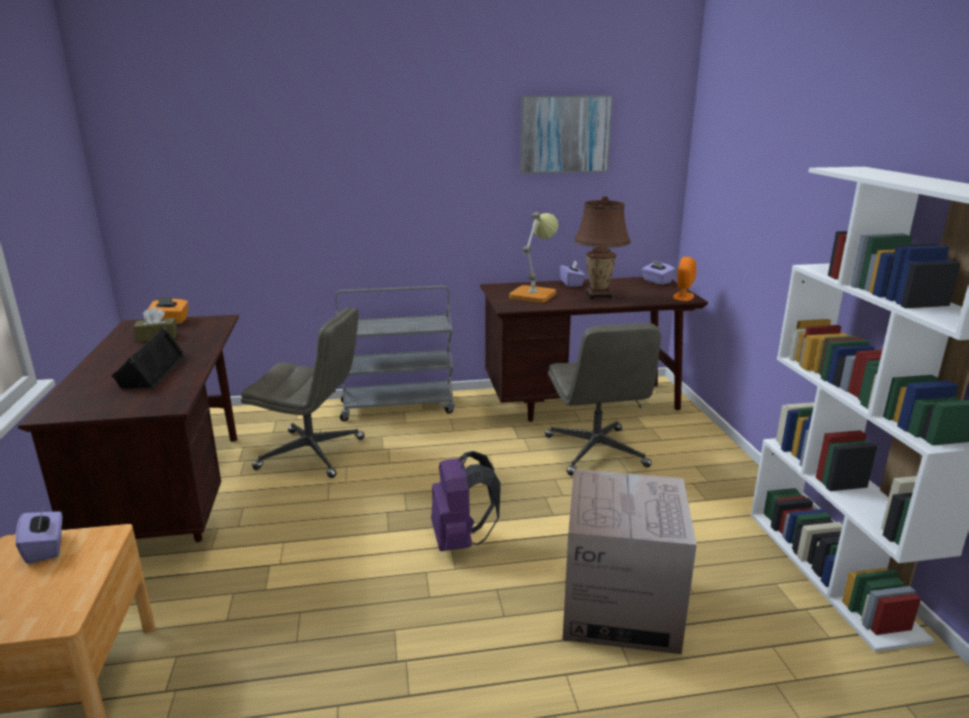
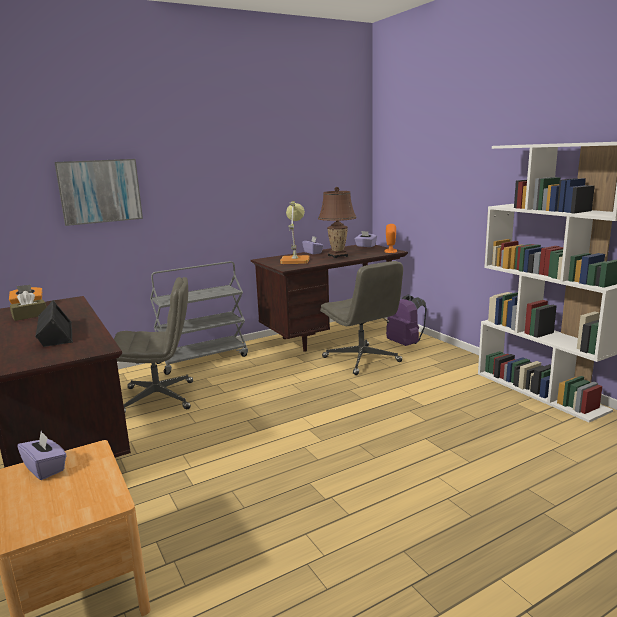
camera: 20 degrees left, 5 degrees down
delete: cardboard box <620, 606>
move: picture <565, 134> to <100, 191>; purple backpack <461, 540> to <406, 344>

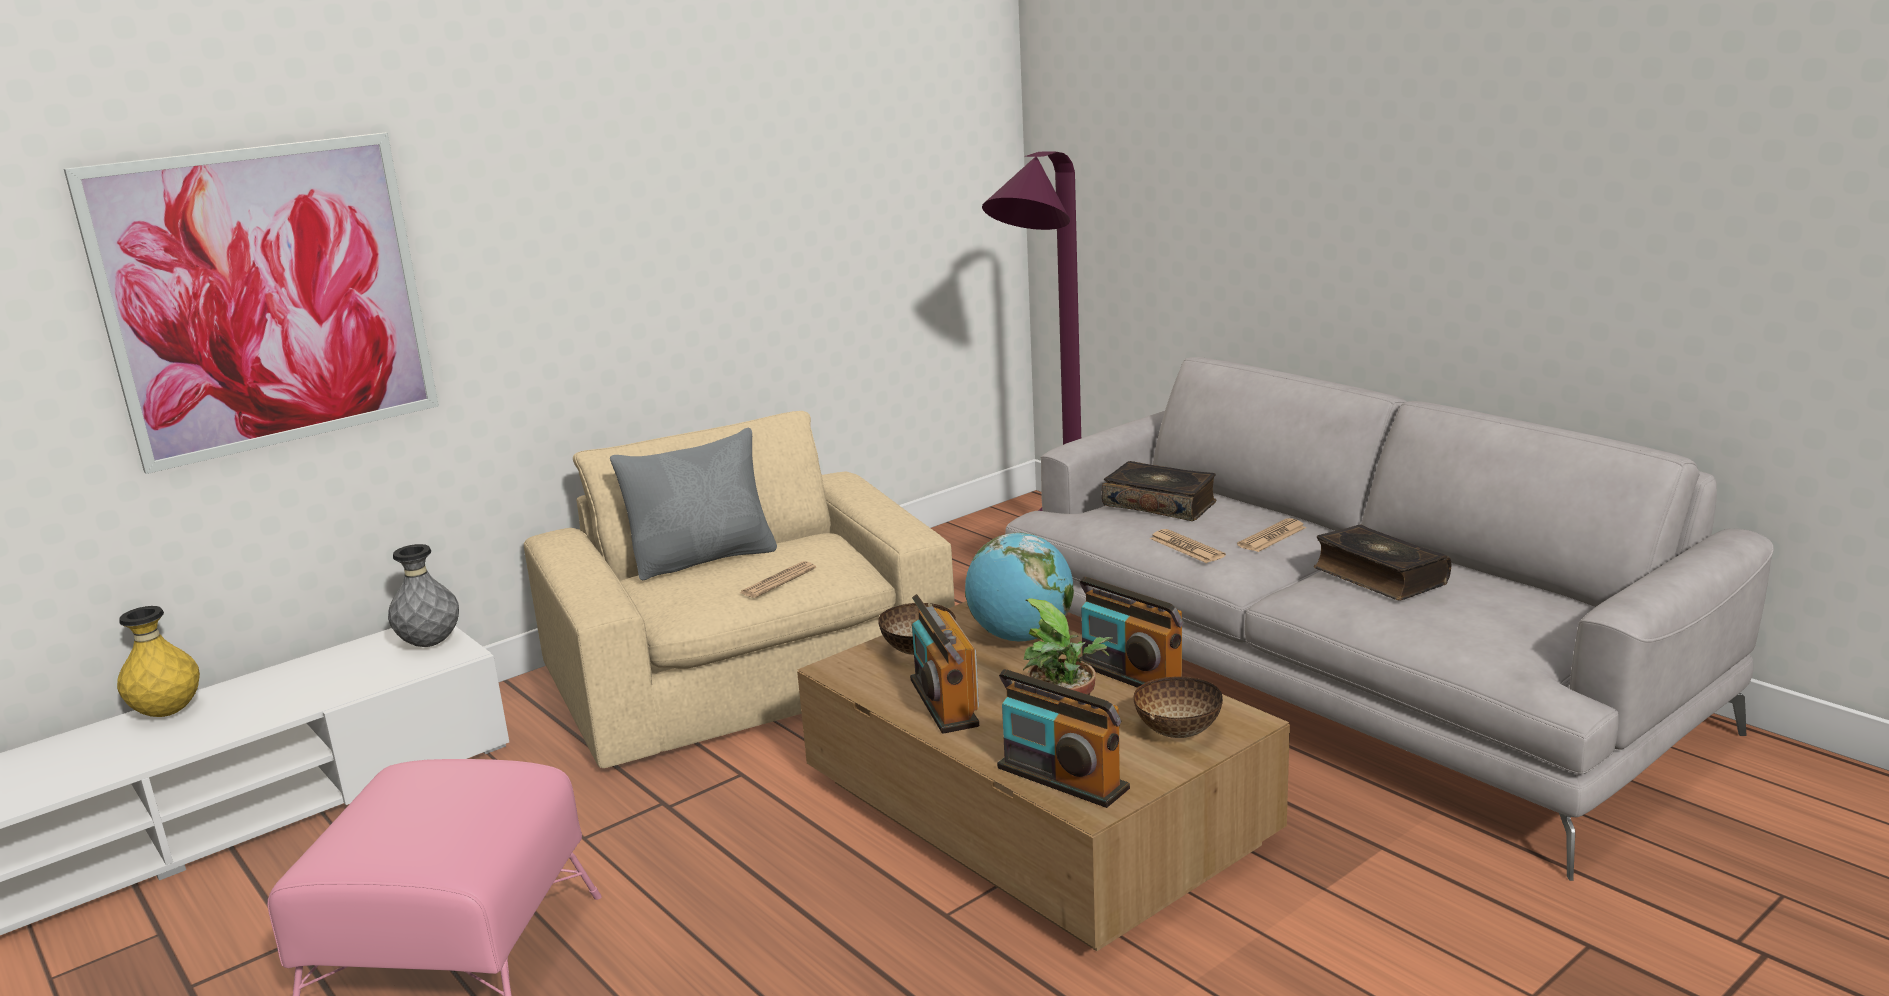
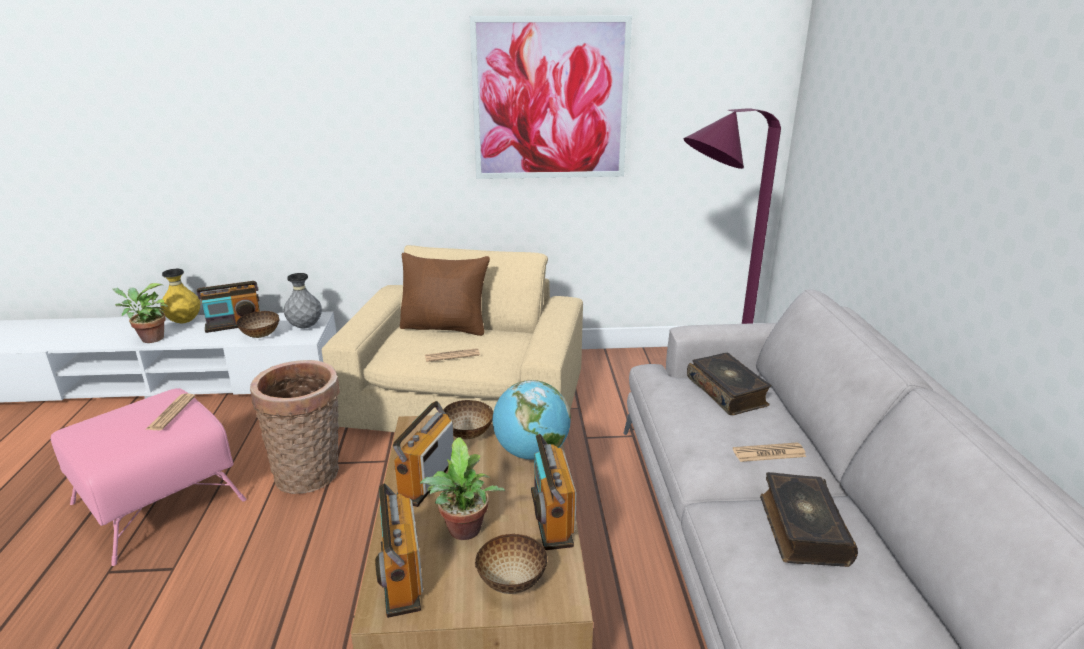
camera: 35 degrees right, 5 degrees up
insert: radio <235, 325>; potted plant <149, 339>; bowl <260, 336>; basket <311, 475>
move: picture <267, 298> to <550, 100>; newspaper <1186, 547> to <171, 413>
recolor: grey pillow <704, 559> to brown pillow <445, 327>

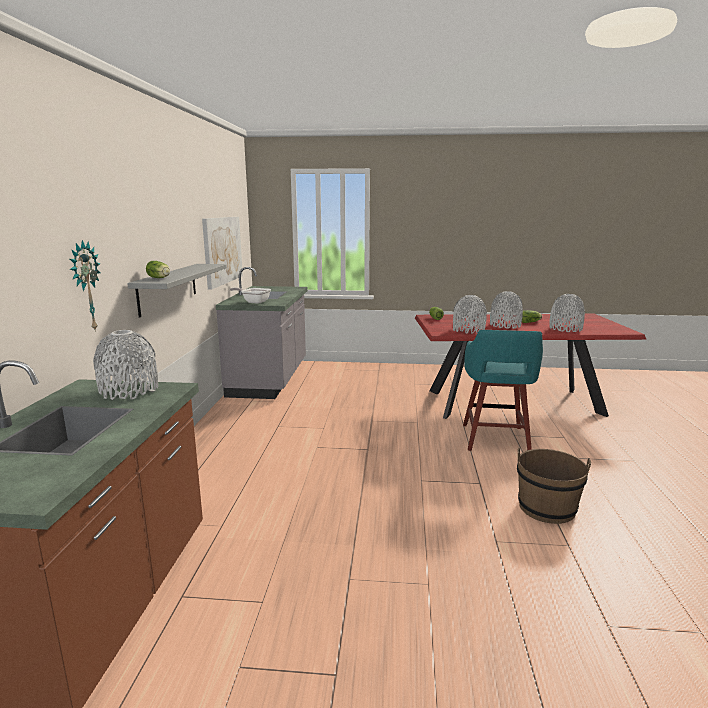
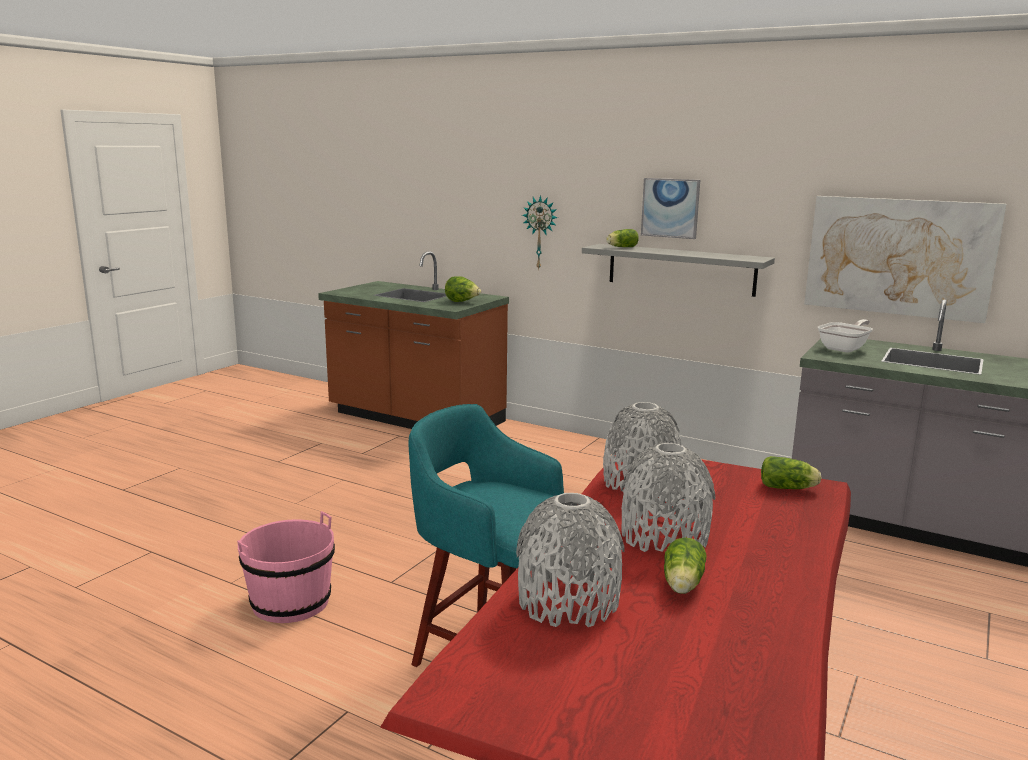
camera: 115 degrees right, 0 degrees up
insert: picture <670, 208>
replace: grey vase <129, 391> to lettuce <462, 302>
recolor: brown bucket <546, 508> to pink bucket <291, 603>

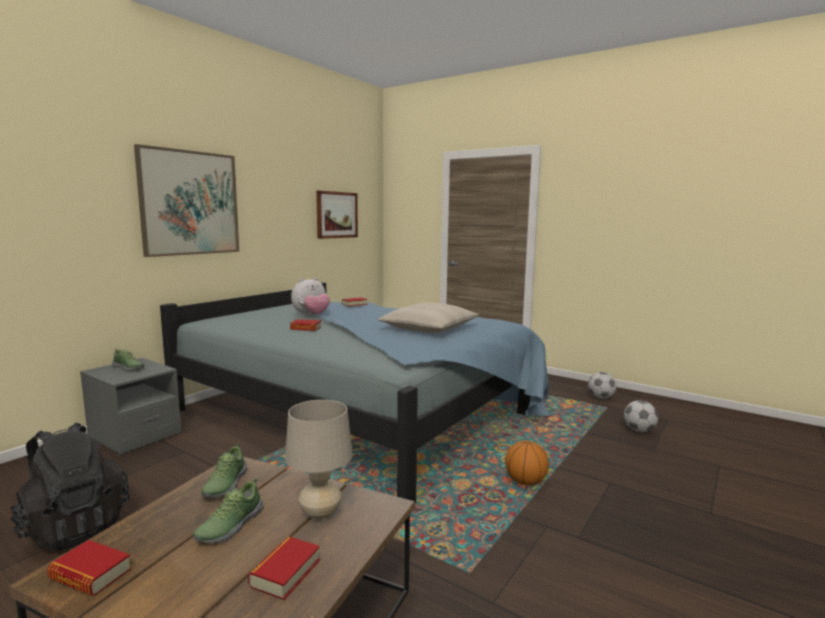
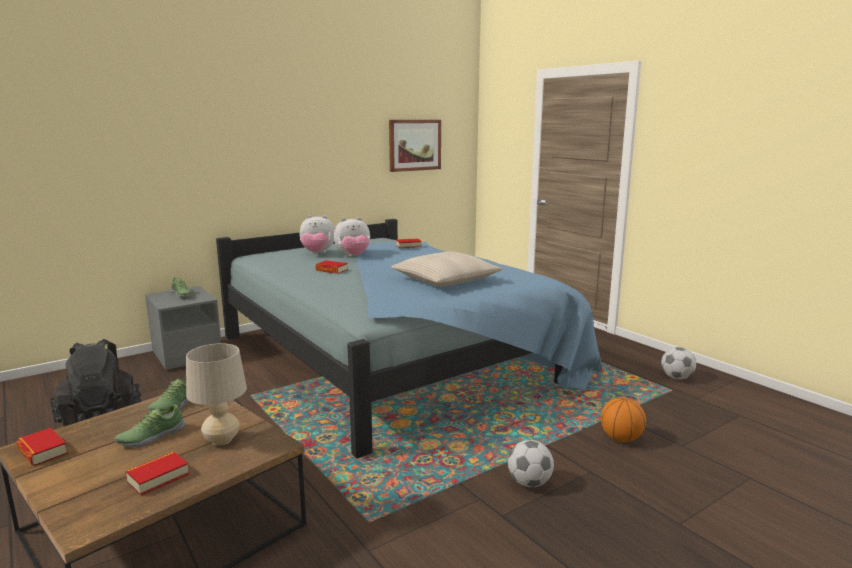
camera: 20 degrees right, 5 degrees up
delete: picture <190, 203>
insert: plush toy <317, 253>
move: football <639, 430> to <529, 483>; basketball <525, 482> to <620, 438>

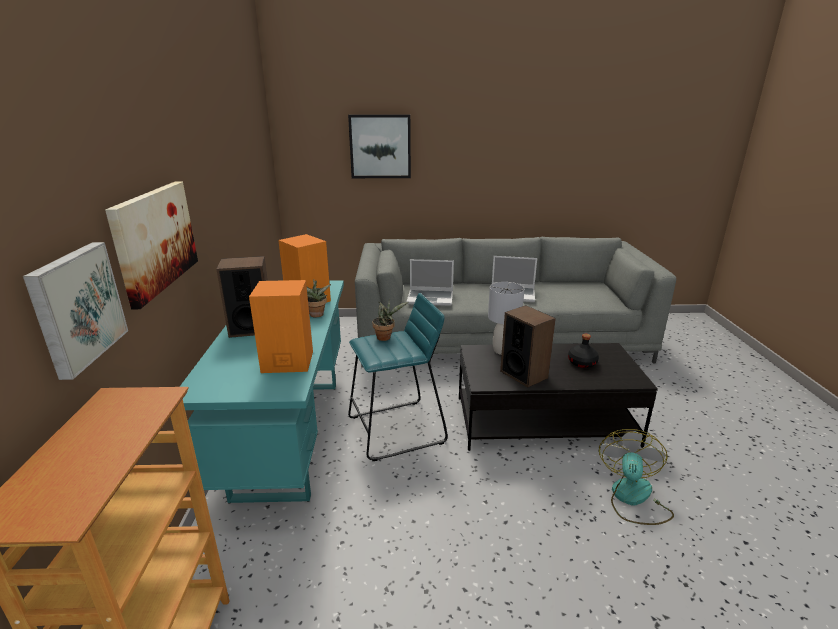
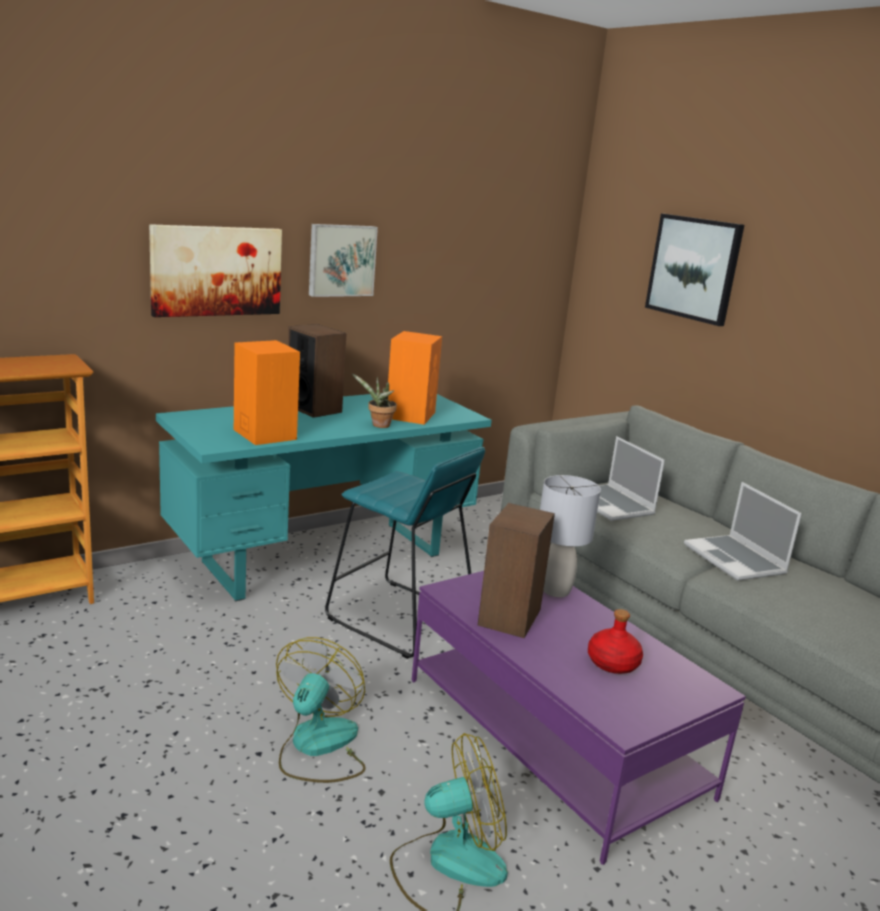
camera: 55 degrees right, 5 degrees down
delete: potted plant <386, 337>
insert: fan <318, 747>
move: picture <76, 307> to <341, 260>
recolor: black bottle <582, 363> to red bottle <613, 663>; black coffee table <544, 421> to purple coffee table <554, 736>

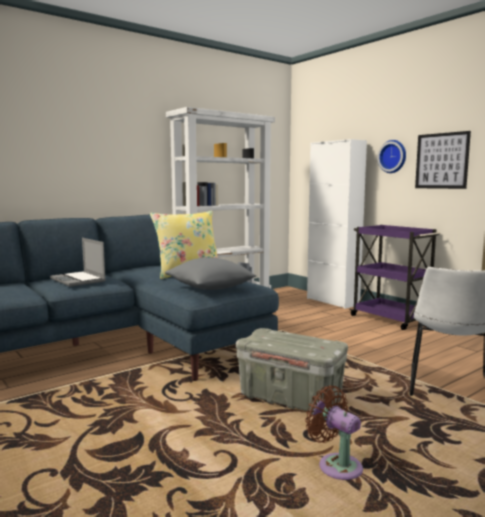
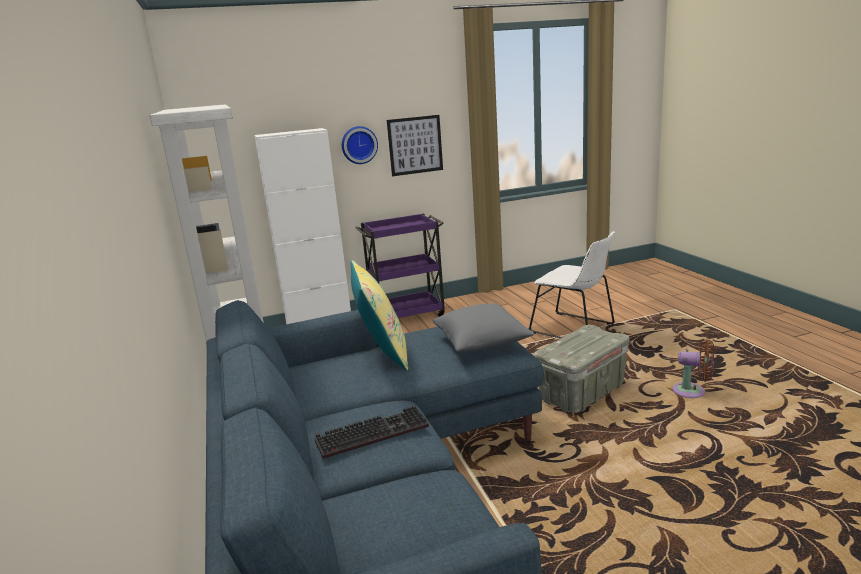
camera: 70 degrees left, 10 degrees up
replace: laptop <79, 280> to keyboard <373, 432>
rotate: brown fan <336, 465> = <692, 392> 135 degrees counterclockwise

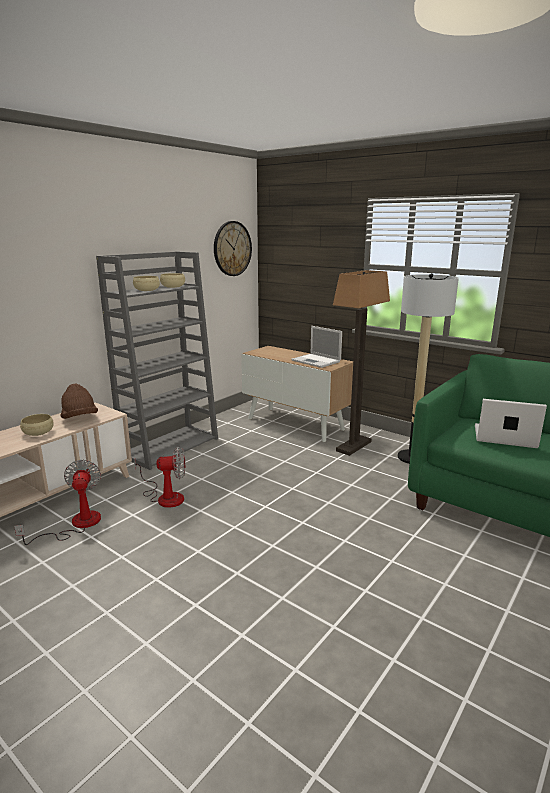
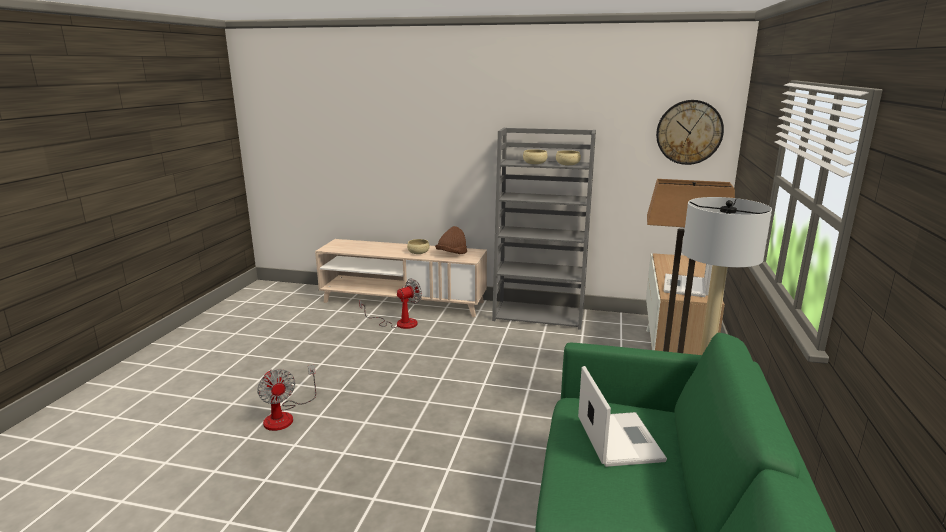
camera: 65 degrees right, 0 degrees up
move: fan <165, 497> to <285, 416>

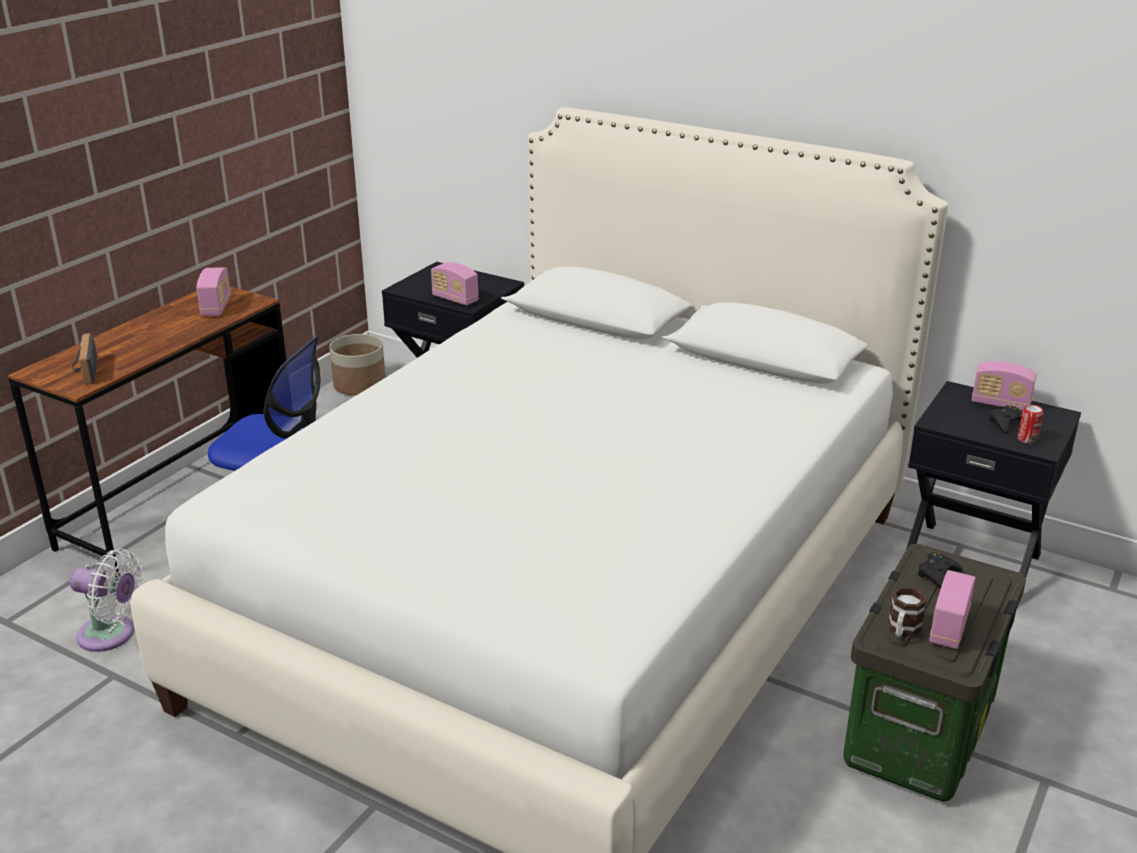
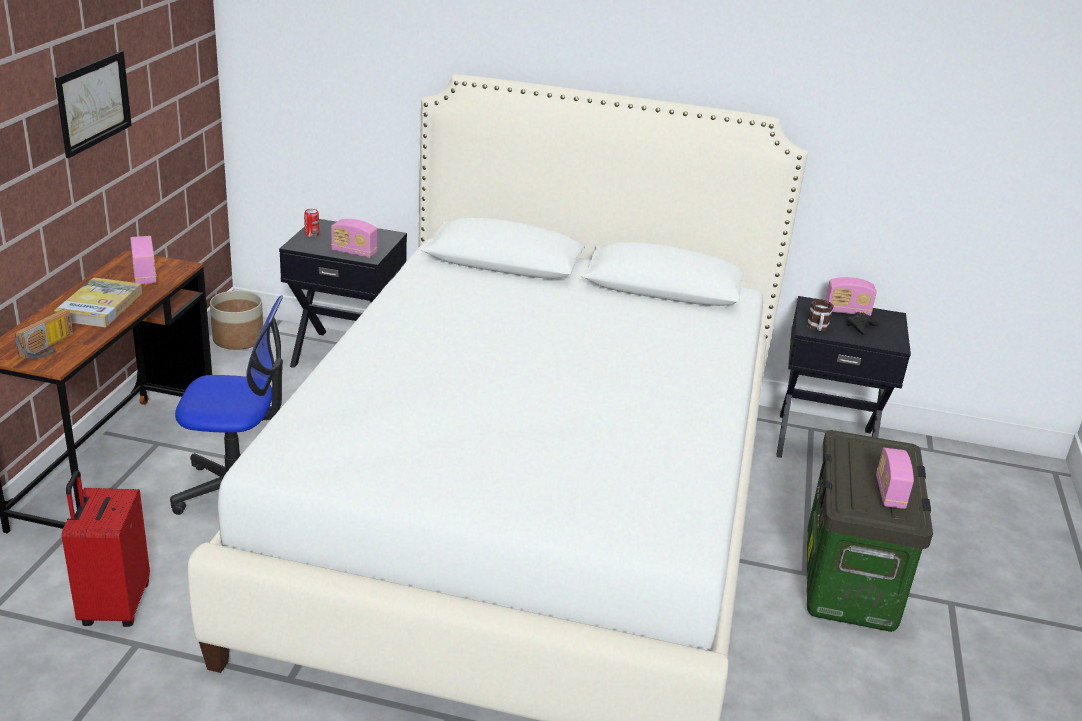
camera: 20 degrees left, 0 degrees up
delete: black game controller <938, 575>
insert: picture <93, 102>; book <100, 306>
move: can <1027, 439> to <312, 234>; mug <902, 630> to <817, 328>
replace: white fan <111, 635> to red suitcase <113, 606>
rotate: radio <84, 371> = <49, 348> 120 degrees counterclockwise

